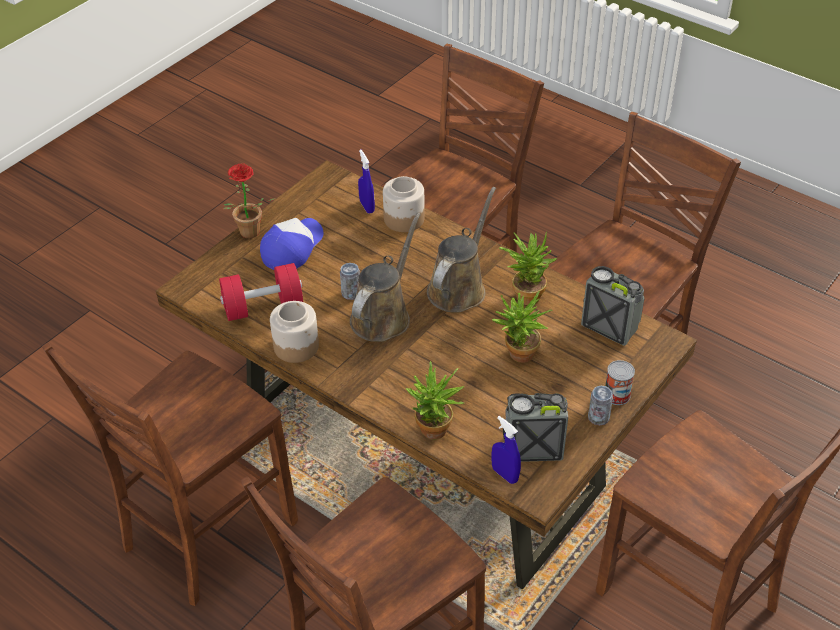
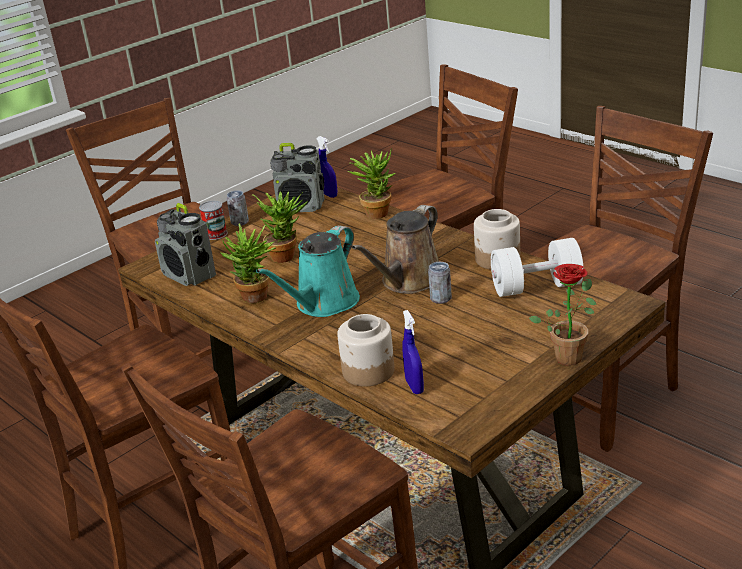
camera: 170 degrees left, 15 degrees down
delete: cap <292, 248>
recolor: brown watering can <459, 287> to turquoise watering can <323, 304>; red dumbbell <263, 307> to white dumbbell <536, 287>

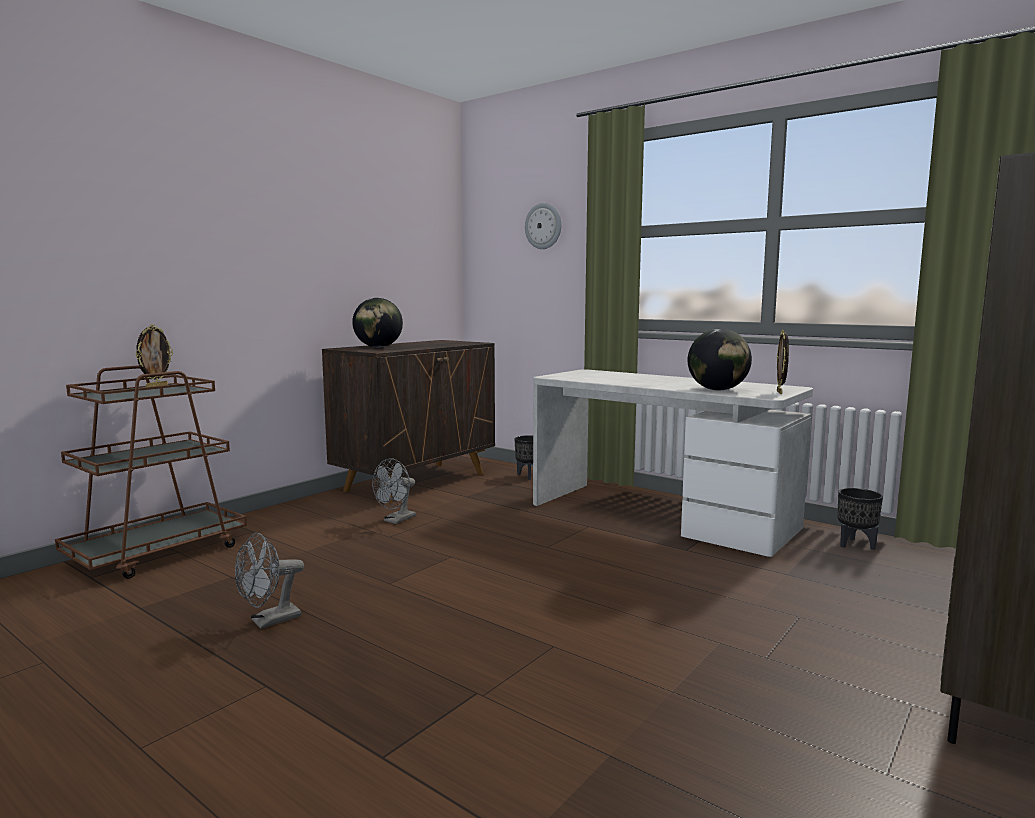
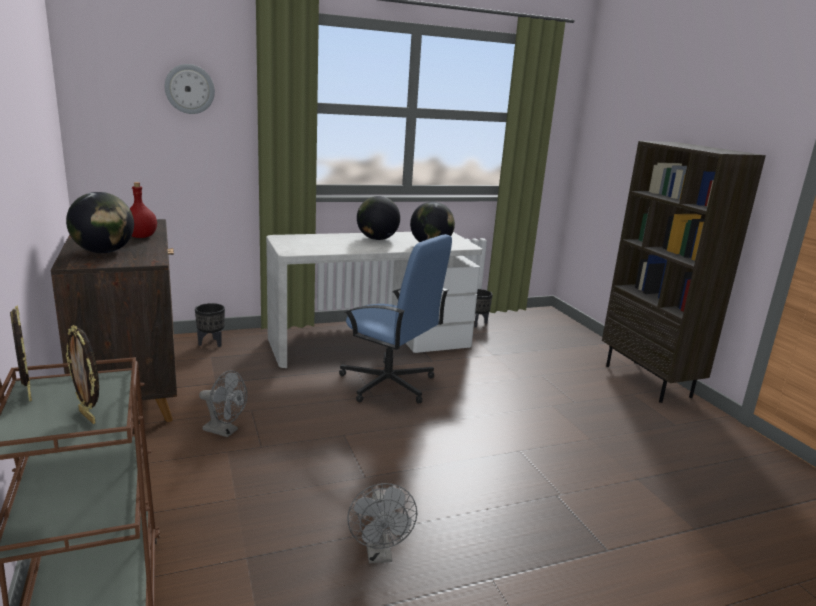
camera: 60 degrees left, 10 degrees up
insert: red bottle <141, 237>; globe <377, 239>; blue office chair <388, 384>
move: picture frame <780, 392> to <88, 416>
rotate: grey fan <396, 520> = <225, 431> 45 degrees counterclockwise

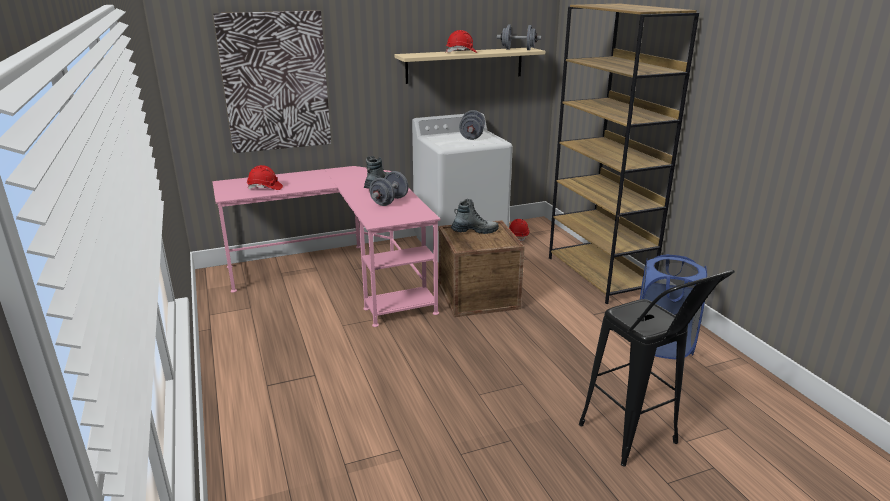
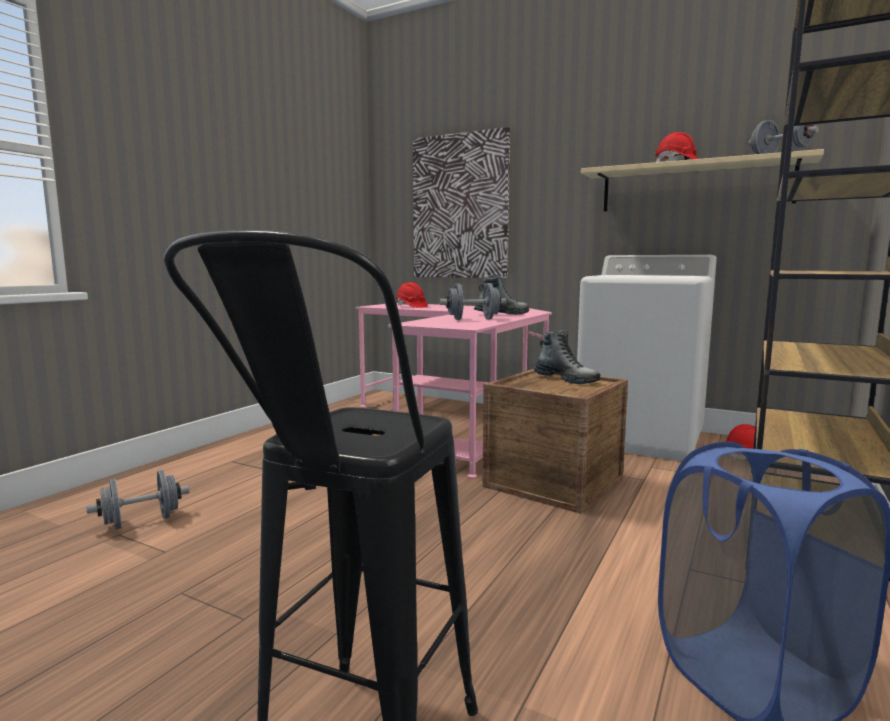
camera: 50 degrees right, 15 degrees down
move: grey dumbbell <472, 136> to <142, 521>

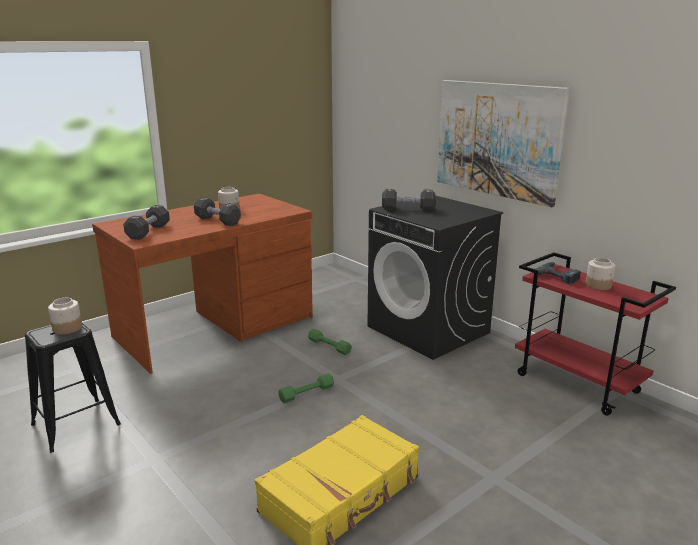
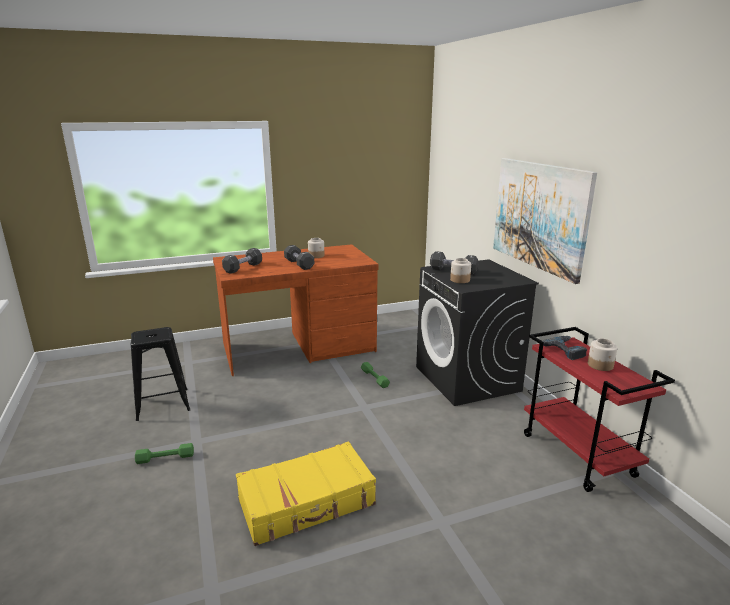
camera: 20 degrees right, 0 degrees up
move: jar <67, 328> to <460, 280>; green dumbbell <306, 393> to <165, 458>

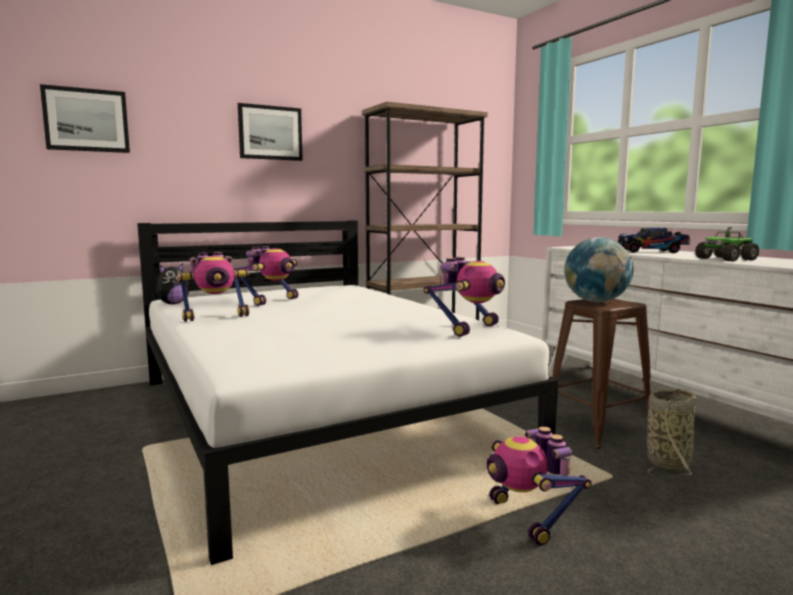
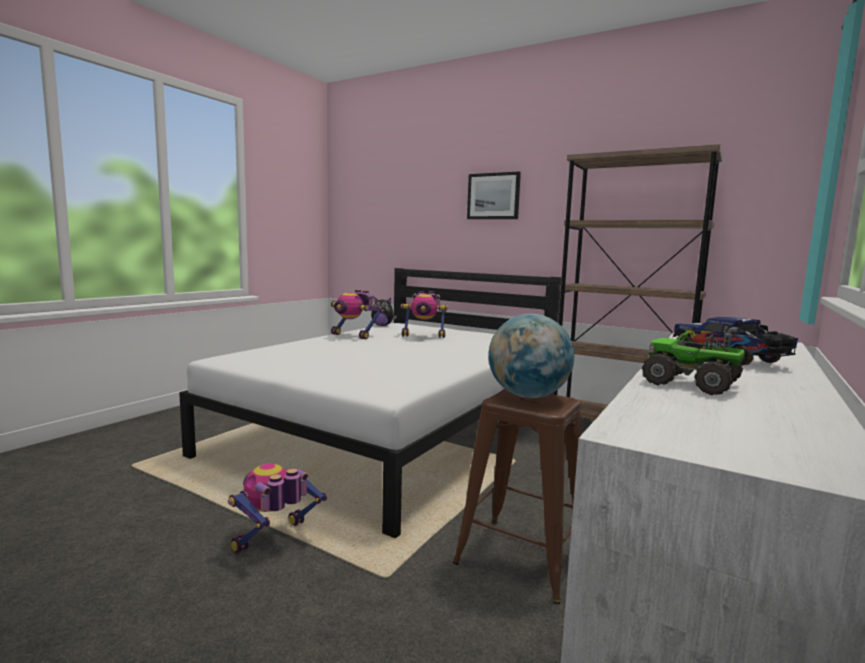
camera: 60 degrees right, 0 degrees up
delete: picture <86, 120>; toy robot <468, 329>; basket <669, 462>

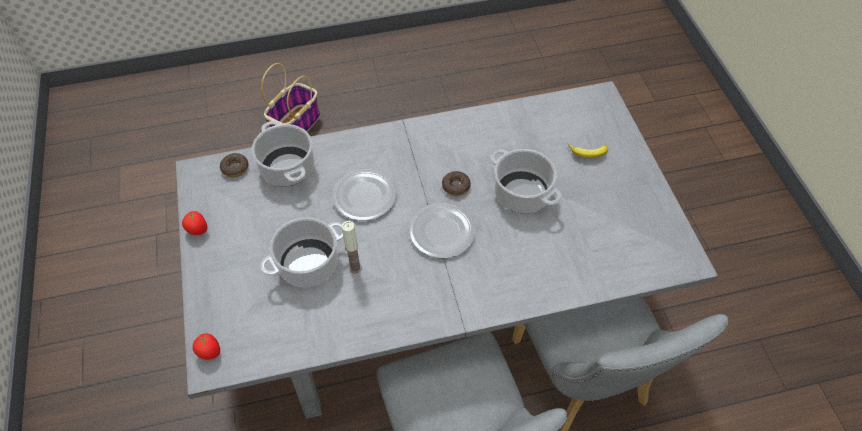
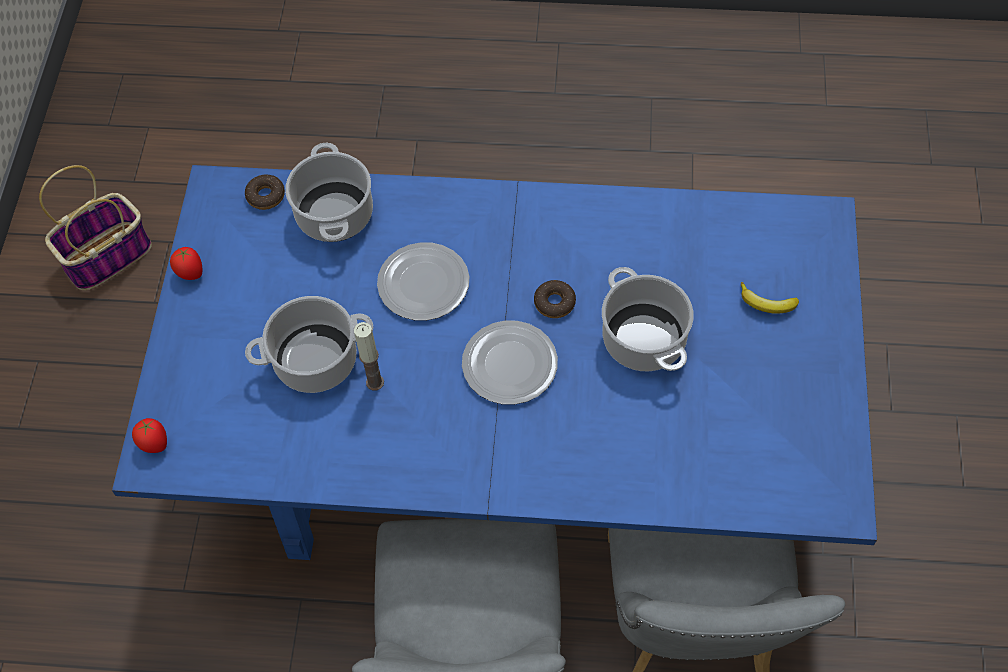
camera: 20 degrees right, 5 degrees up
move: basket <296, 124> to <108, 255>
recolor: grey dining table <433, 308> to blue dining table <512, 457>

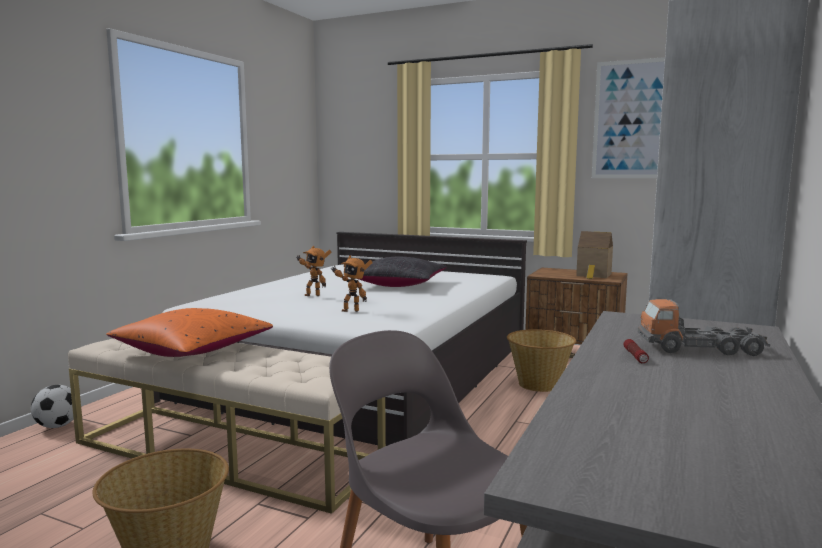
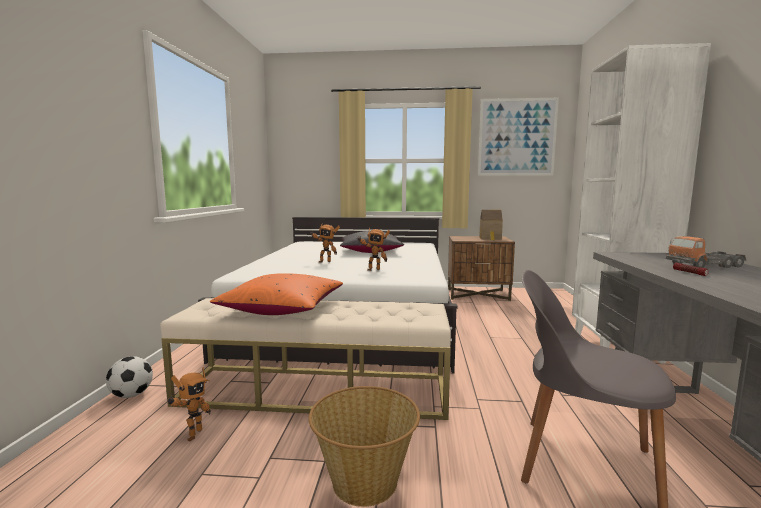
camera: 20 degrees left, 0 degrees up
delete: basket <539, 384>
insert: toy robot <192, 435>

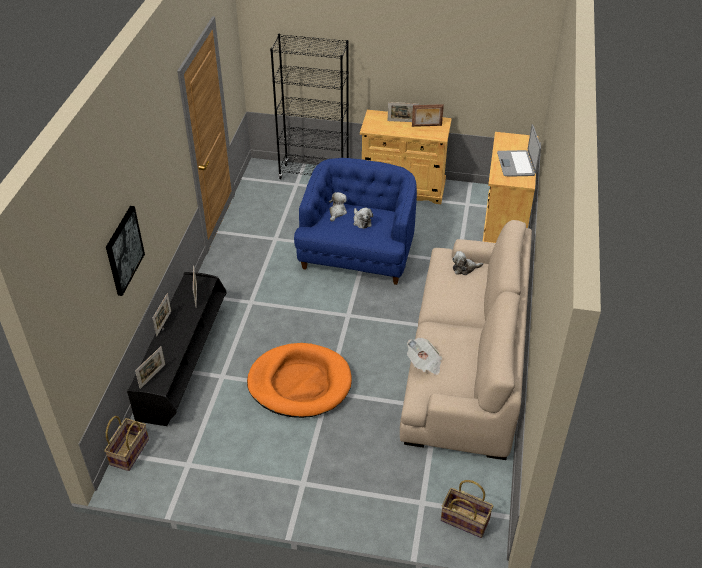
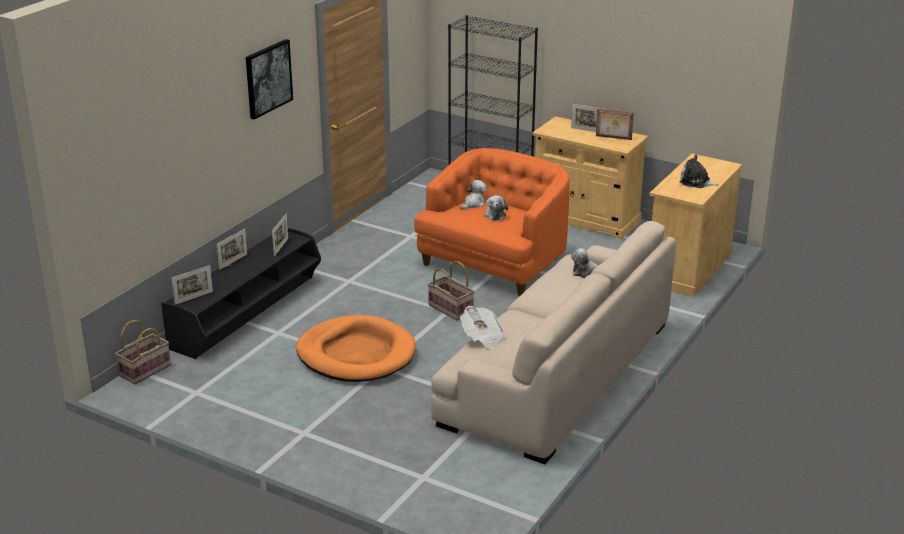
camera: 20 degrees right, 15 degrees down
move: picture <124, 250> to <268, 78>; basket <465, 519> to <451, 309>
replace: laptop <516, 164> to plush toy <696, 182>
recolor: blue armchair <357, 253> to orange armchair <494, 263>

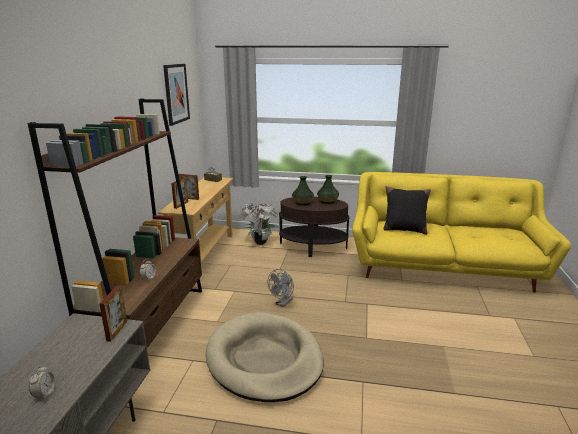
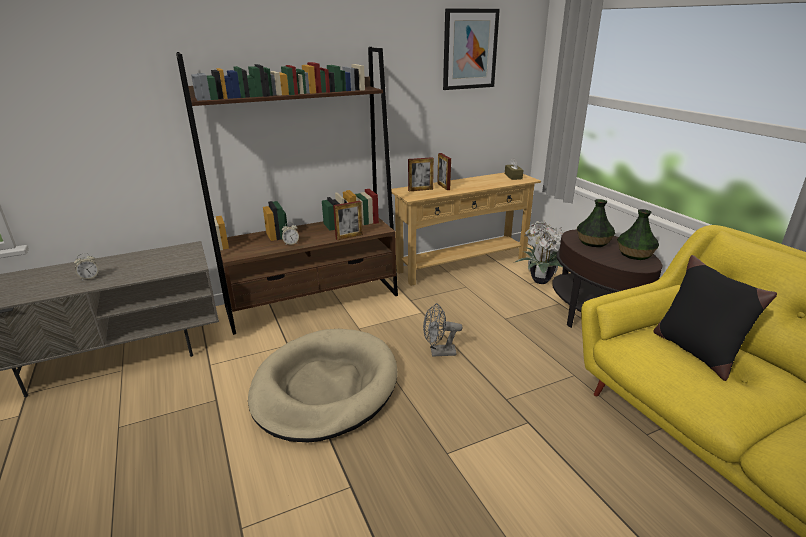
camera: 55 degrees right, 5 degrees up
move: picture frame <117, 330> to <349, 237>

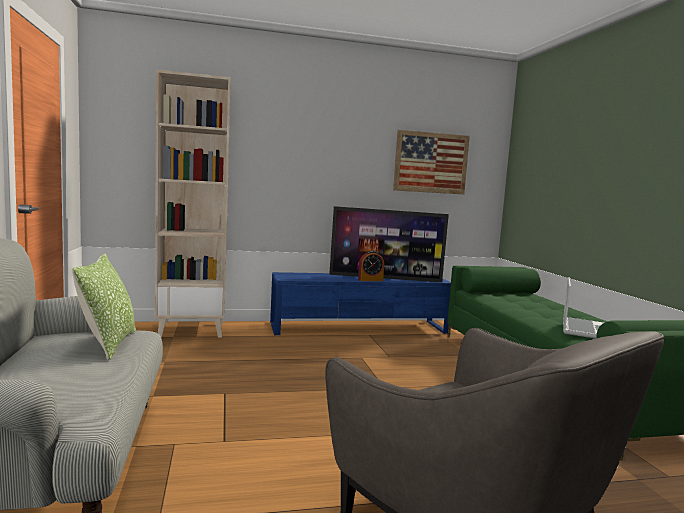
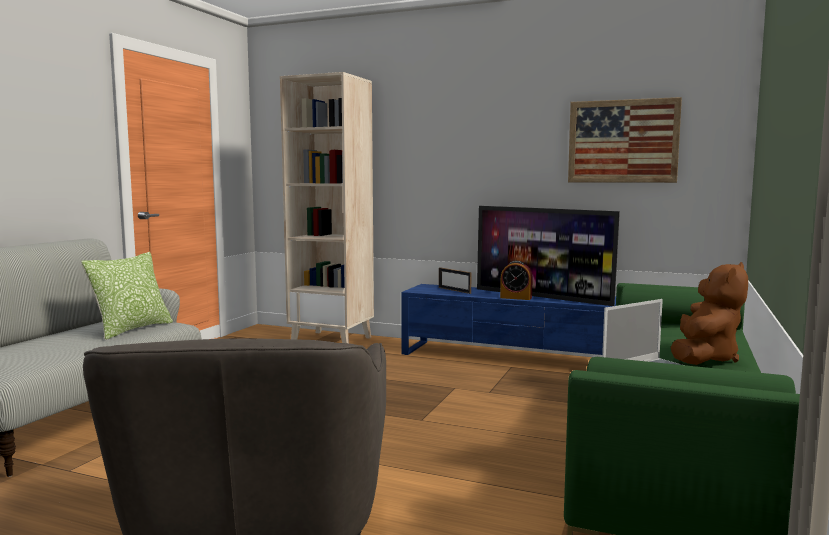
camera: 35 degrees right, 0 degrees up
insert: brown plush toy <704, 358>; picture frame <454, 290>

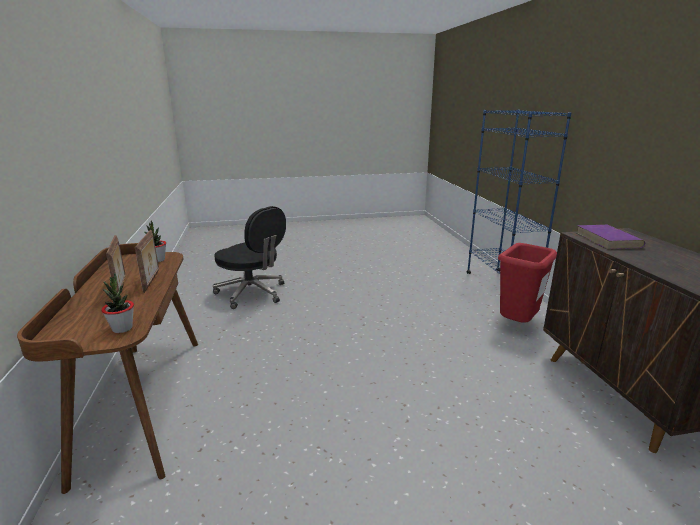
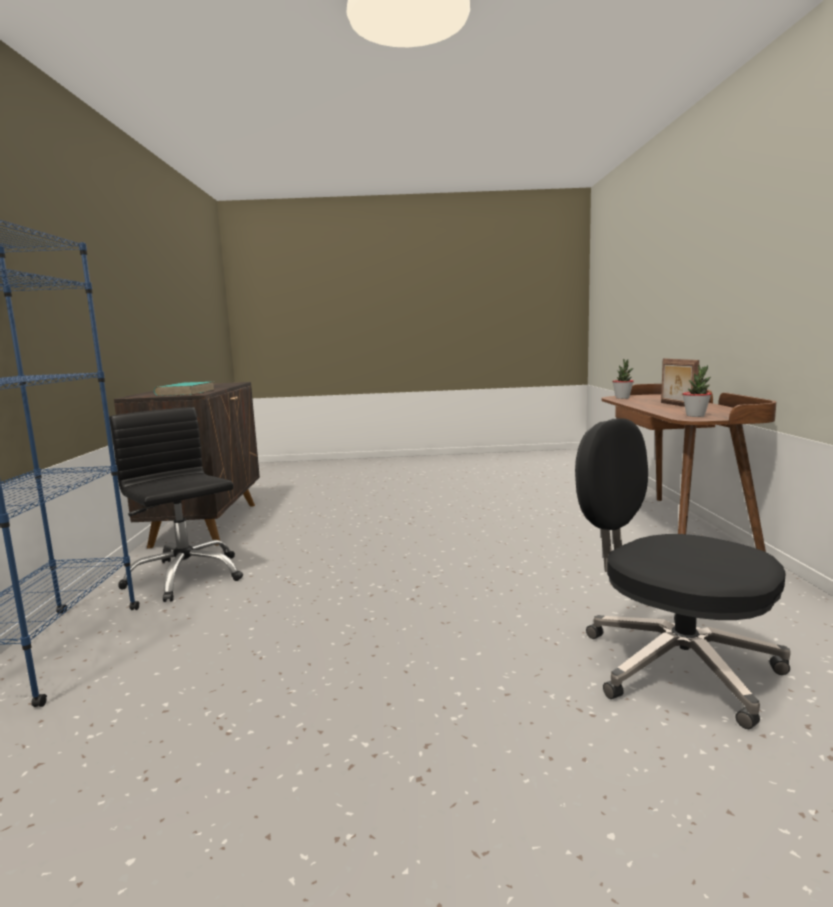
camera: 170 degrees left, 10 degrees down
delete: picture frame <152, 281>
replace: red trash can <517, 326> to black office chair <185, 576>
recolor: purple book <608, 240> to turquoise book <186, 392>

